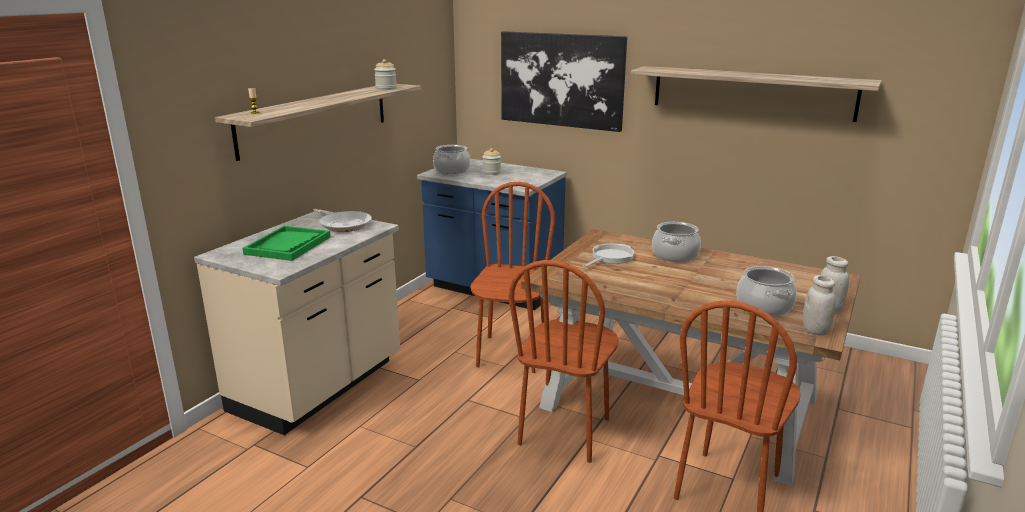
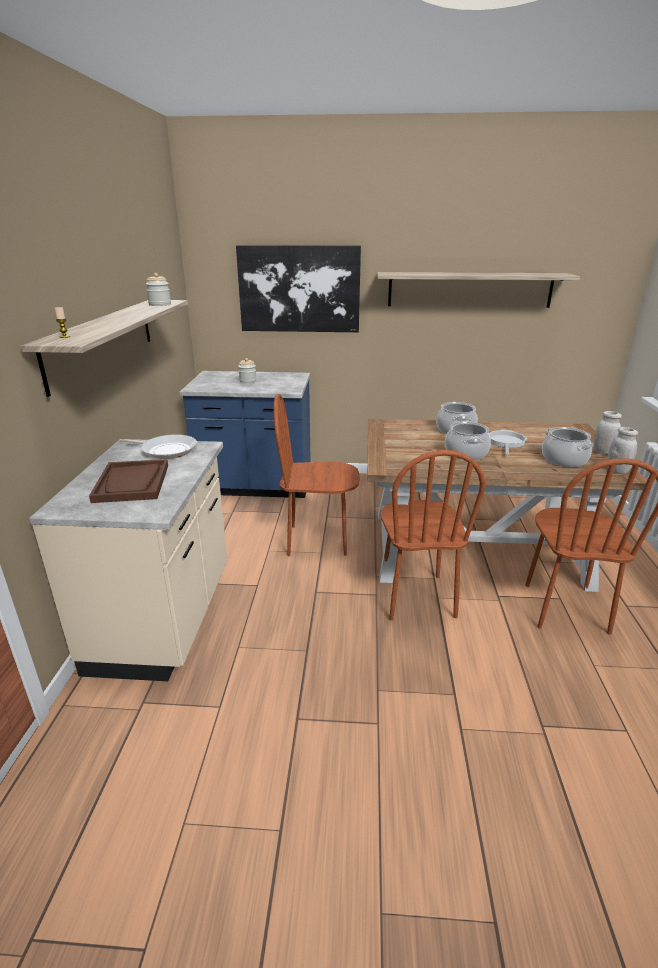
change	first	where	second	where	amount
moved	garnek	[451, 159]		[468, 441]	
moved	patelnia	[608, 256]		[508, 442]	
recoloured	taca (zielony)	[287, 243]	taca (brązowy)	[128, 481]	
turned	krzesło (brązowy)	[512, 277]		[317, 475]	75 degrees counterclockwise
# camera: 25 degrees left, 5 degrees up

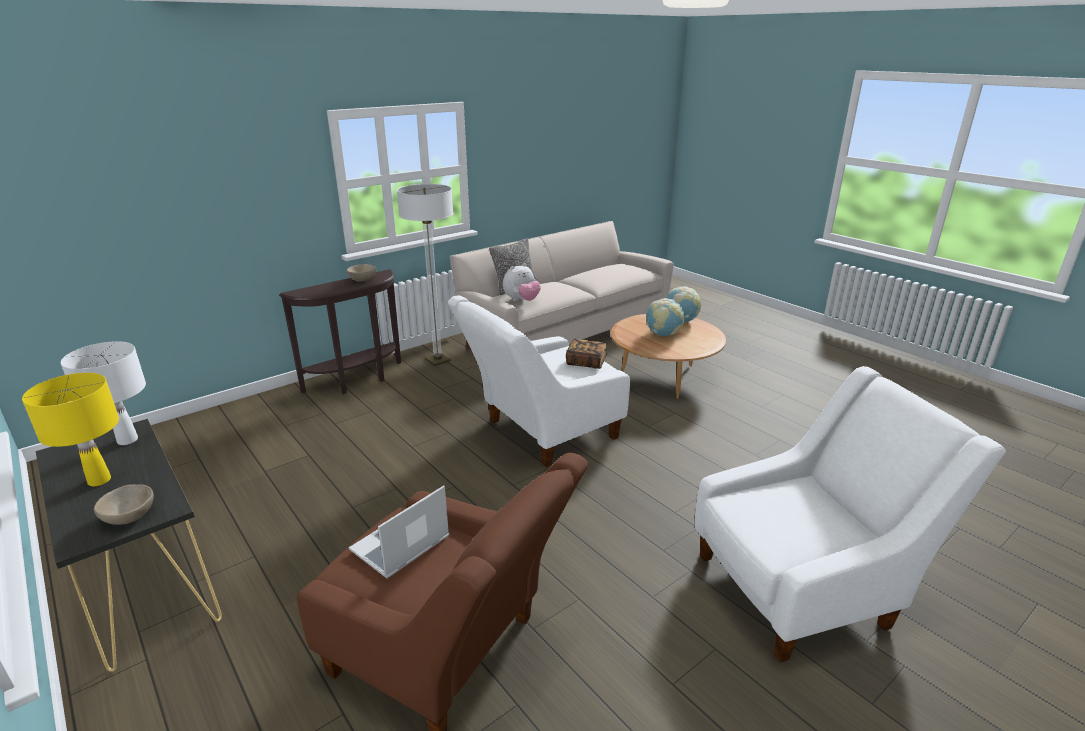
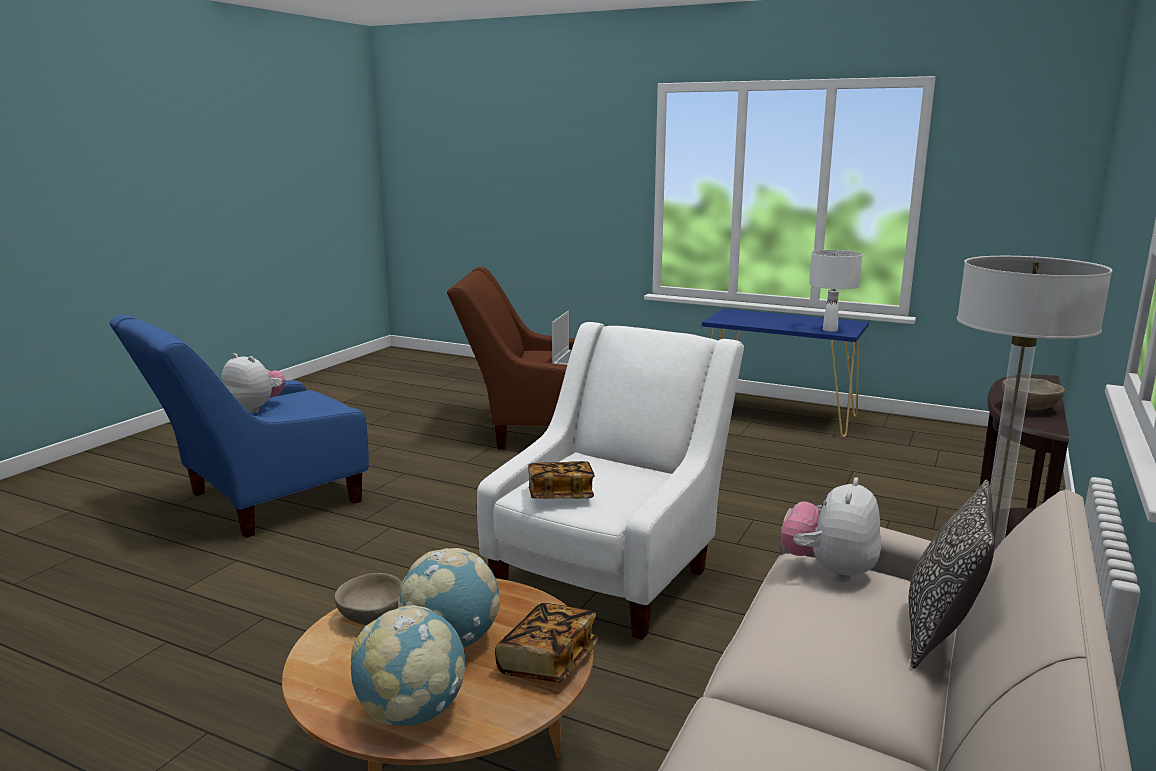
change	first	where	second	where	amount
removed	lampa stołowa (żółty)	[70, 429]			
added			pluszak	[253, 383]	
added			książka	[546, 642]	
moved	miska (beżowy)	[124, 504]		[368, 599]	
recoloured	stolik konsolowy (czarny)	[129, 545]	stolik konsolowy (niebieski)	[785, 373]	
recoloured	fotel (biały)	[850, 514]	fotel (niebieski)	[239, 426]	
# camera: 155 degrees right, 10 degrees down

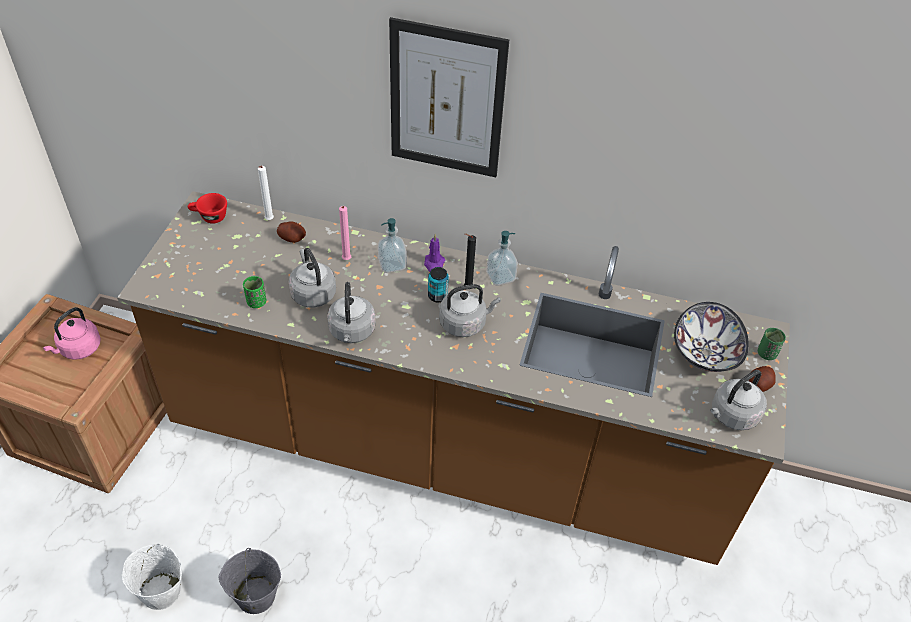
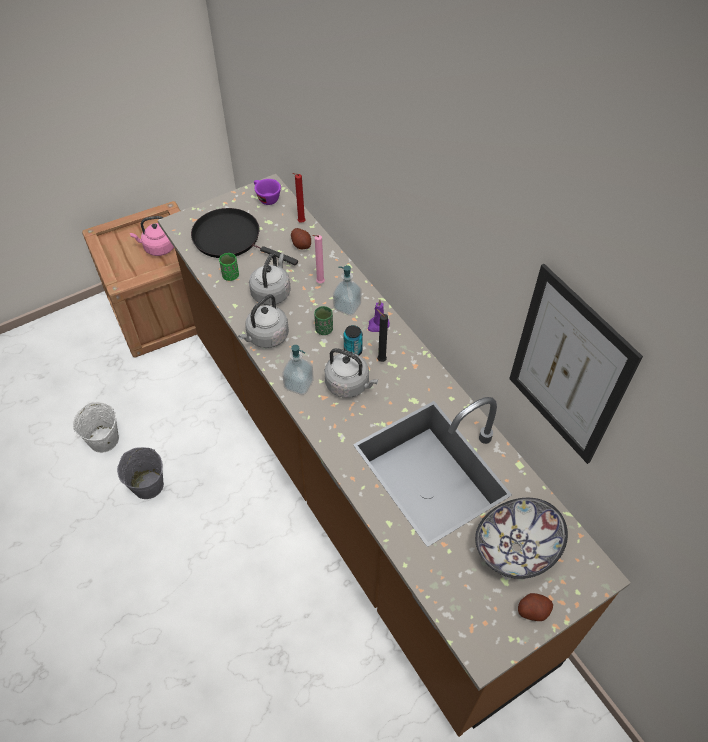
change	first	where	second	where	amount
removed	czajnik (szary)	[738, 400]			
added			patelnia (czarny)	[244, 237]	
moved	obraz	[449, 97]		[576, 364]	
moved	dozownik mydła	[502, 258]		[298, 370]	
moved	filiżanka (zielony)	[772, 344]		[323, 320]	
recoloured	filiżanka (czerwony)	[207, 208]	filiżanka (fioletowy)	[267, 192]	
recoloured	świeca (biały)	[266, 193]	świeca (czerwony)	[299, 198]	
# camera: 45 degrees right, 5 degrees up

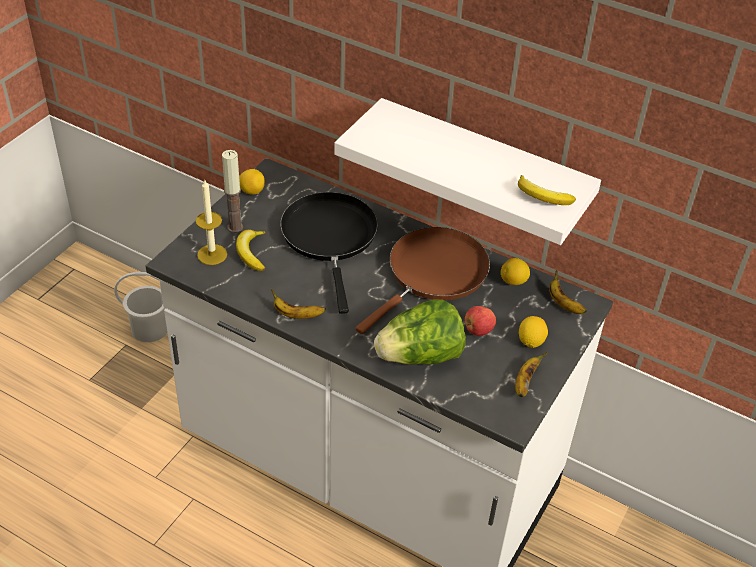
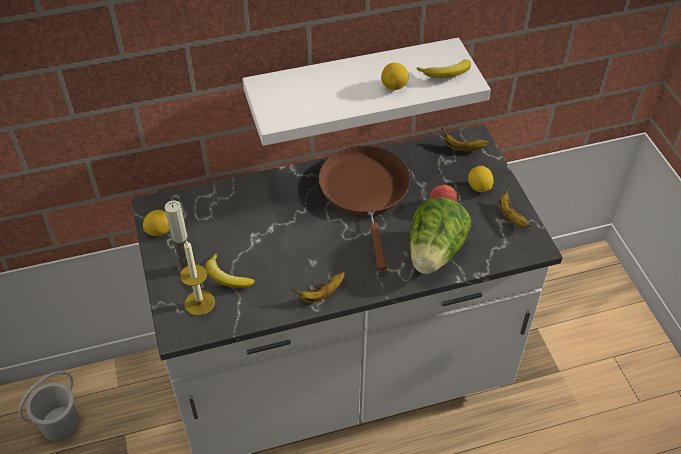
change	first	where	second	where	amount
removed	patelnia (czarny)	[329, 253]			
moved	cytryna	[515, 271]		[395, 76]	
# camera: 45 degrees left, 5 degrees up

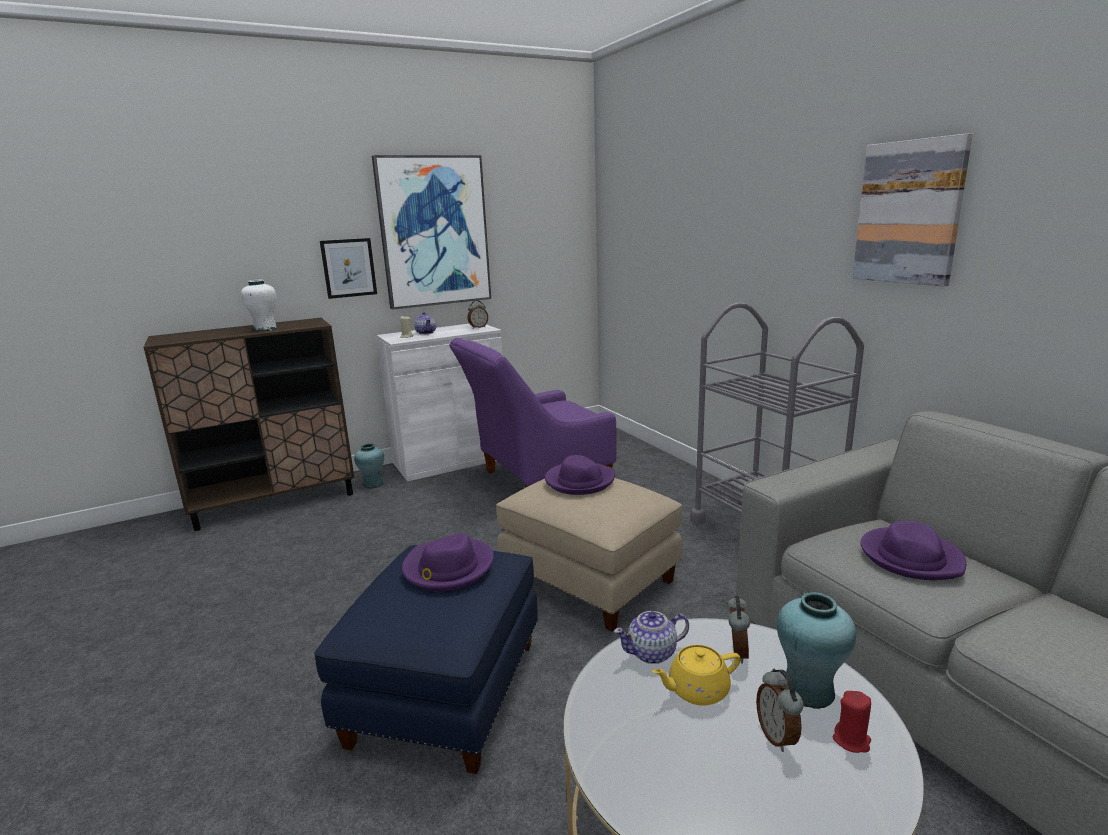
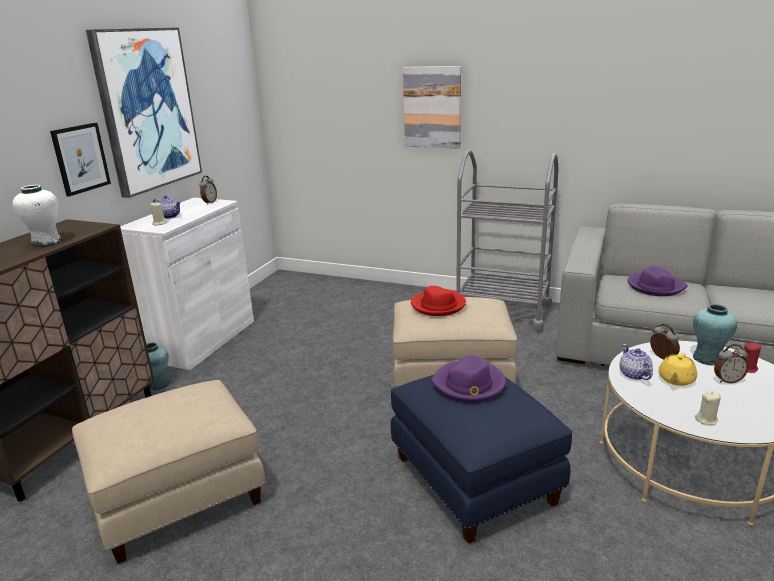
change	first	where	second	where	amount
removed	fotel (fioletowy)	[533, 413]			
added			pufa (beżowy)	[168, 472]	
added			świeca (beżowy)	[708, 408]	
moved	obraz	[912, 210]		[432, 107]	
recoloured	kapelusz (fioletowy)	[580, 475]	kapelusz (czerwony)	[438, 301]	
turned	imbryk	[651, 637]		[636, 362]	135 degrees clockwise
turned	budzik	[780, 710]		[731, 363]	45 degrees counterclockwise
# camera: 40 degrees left, 5 degrees up

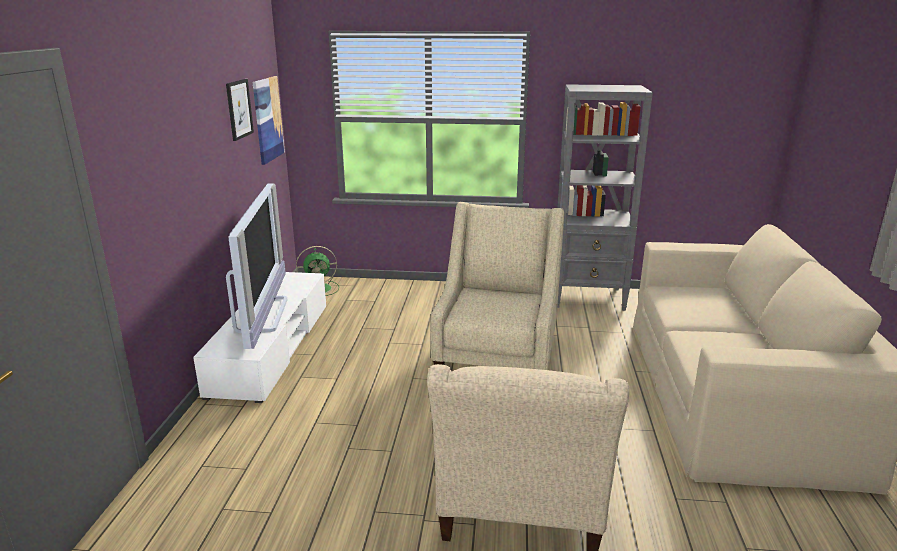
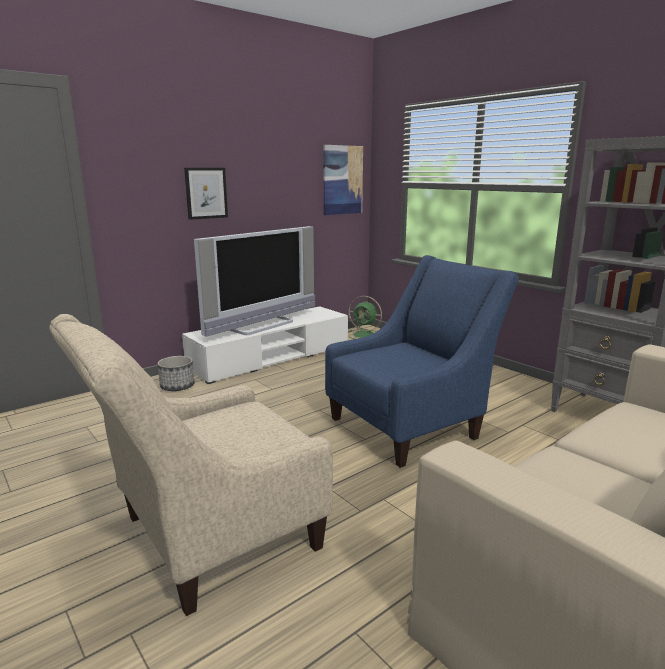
change	first	where	second	where	amount
added			donica	[176, 373]	
moved	obraz	[240, 110]		[206, 194]	
recoloured	fotel (beżowy)	[497, 286]	fotel (niebieski)	[422, 361]	
# camera: 45 degrees right, 5 degrees down

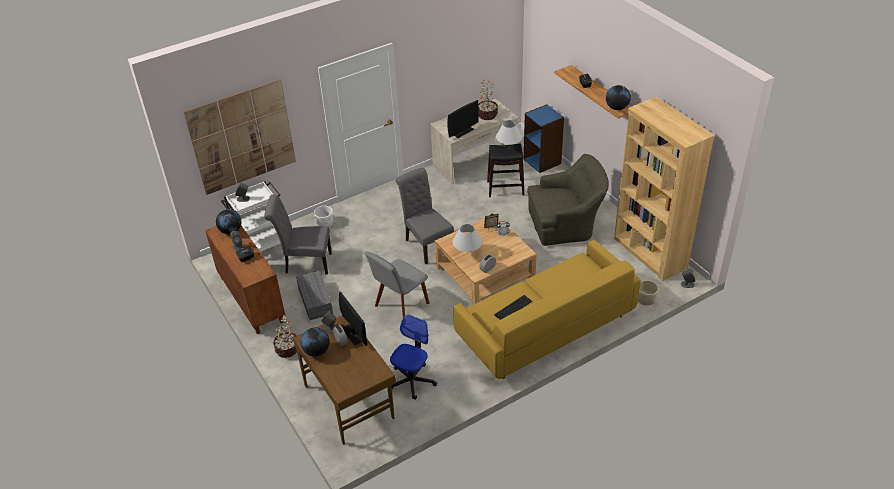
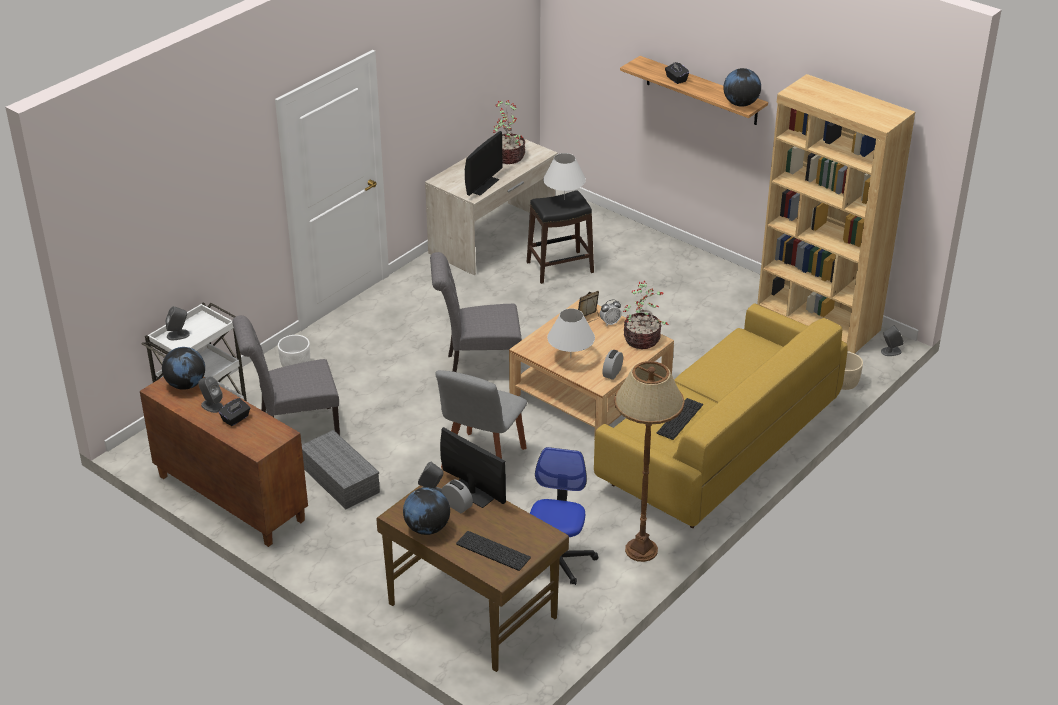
change	first	where	second	where	amount
removed	obraz	[240, 137]			
removed	regał (niebieski)	[544, 138]			
removed	fotel (zielony)	[568, 200]			
added			klawiatura	[493, 551]	
added			lampa stojąca (brązowy)	[649, 461]	
moved	roślina doniczkowa	[285, 336]		[645, 315]	
turned	krzesło (szary)	[425, 216]		[476, 312]	45 degrees counterclockwise
# camera: 20 degrees left, 5 degrees down

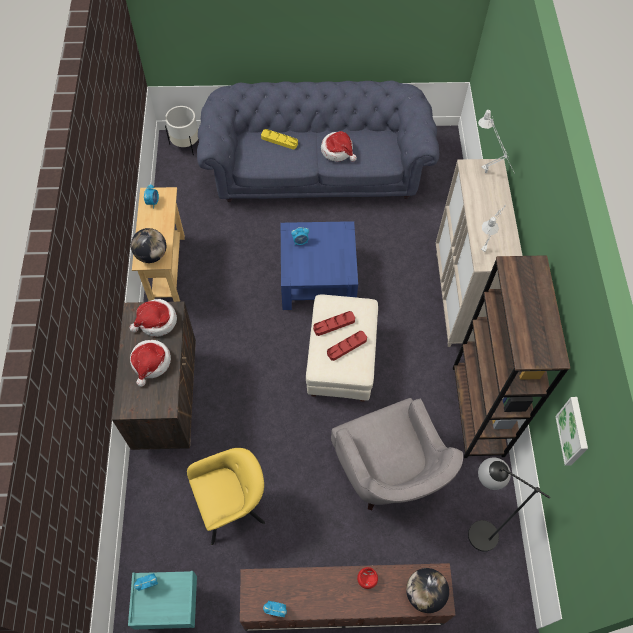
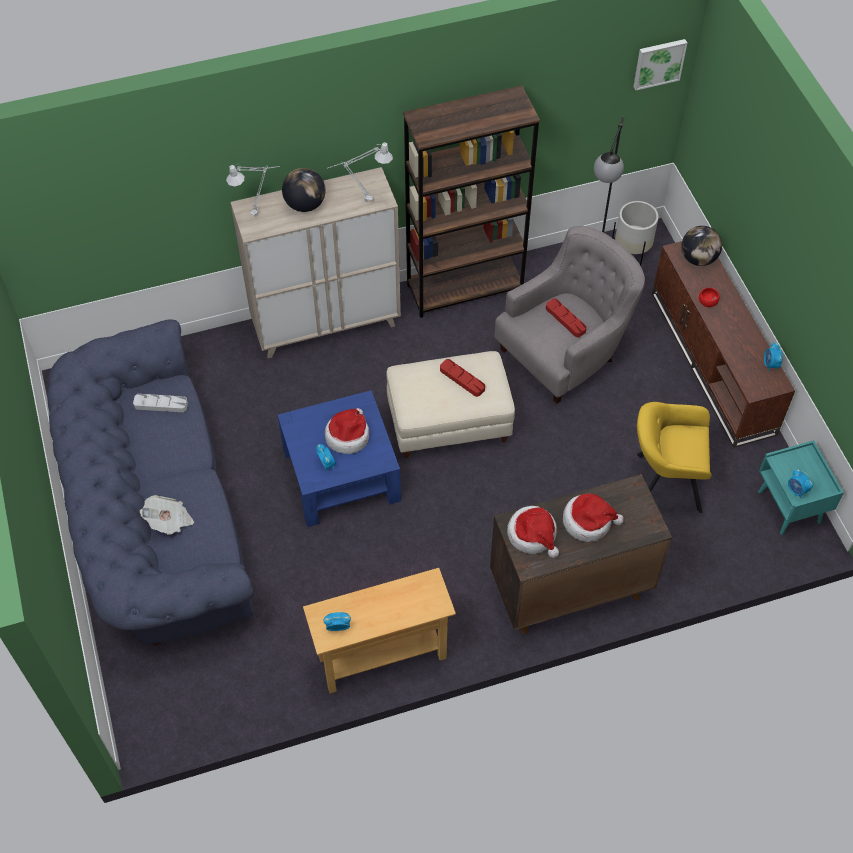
change	first	where	second	where	amount
added			taca (szary)	[160, 403]	
moved	globus	[148, 245]		[304, 190]	
moved	donica (biały)	[181, 130]		[635, 233]	
moved	taca (czerwony)	[334, 323]		[566, 317]	
moved	kapelusz	[339, 146]		[347, 431]	
moved	obraz	[571, 431]		[660, 64]	
replaced	taca (żółty)	[279, 139]	gazeta	[167, 515]	
turned	fotel (żółty)	[226, 496]		[674, 457]	45 degrees counterclockwise
# camera: 105 degrees left, 5 degrees down

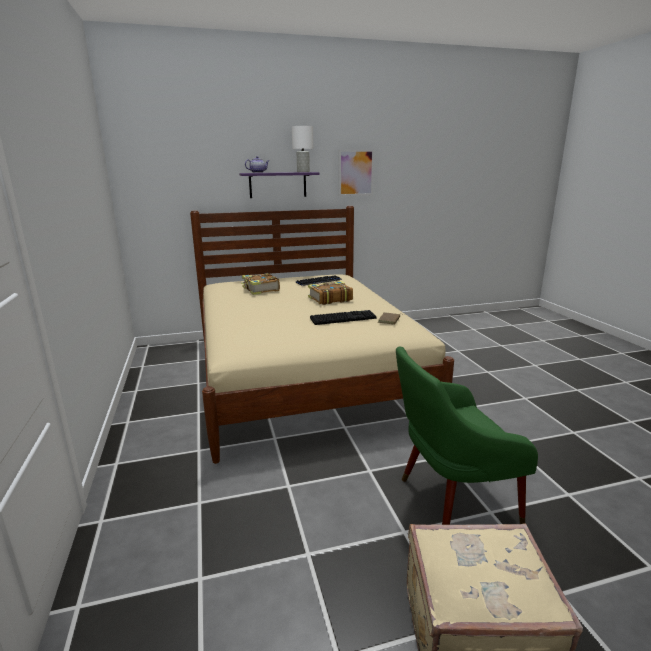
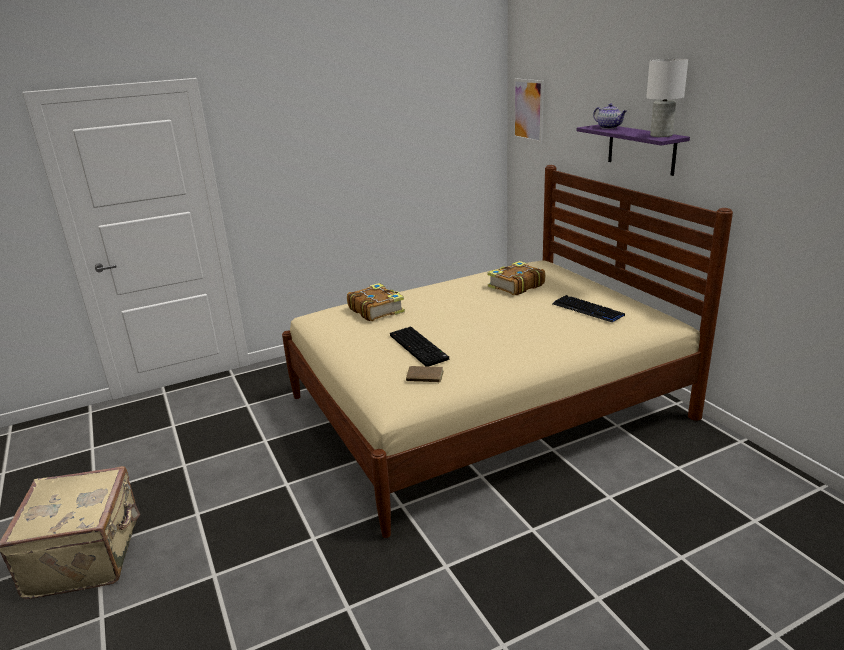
change	first	where	second	where	amount
removed	fotel (zielony)	[467, 435]			
moved	książka	[330, 293]		[376, 302]	
moved	obraz	[356, 173]		[528, 110]	
# camera: 80 degrees right, 5 degrees up

